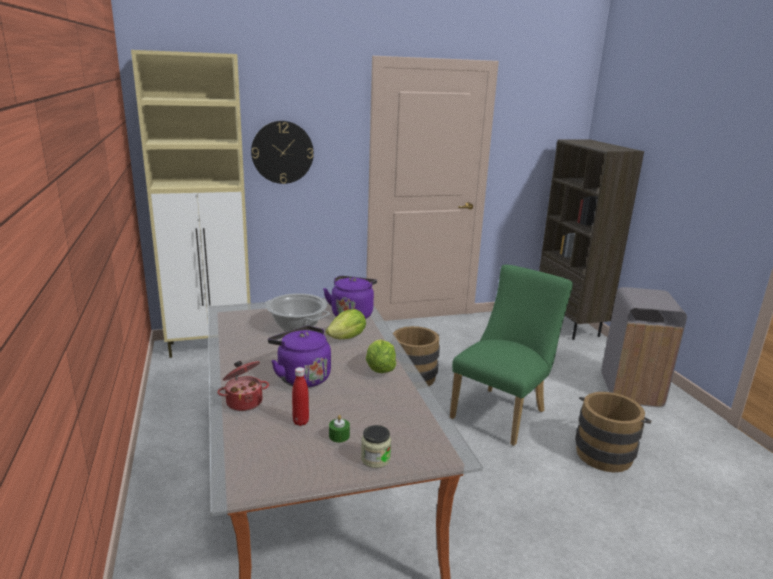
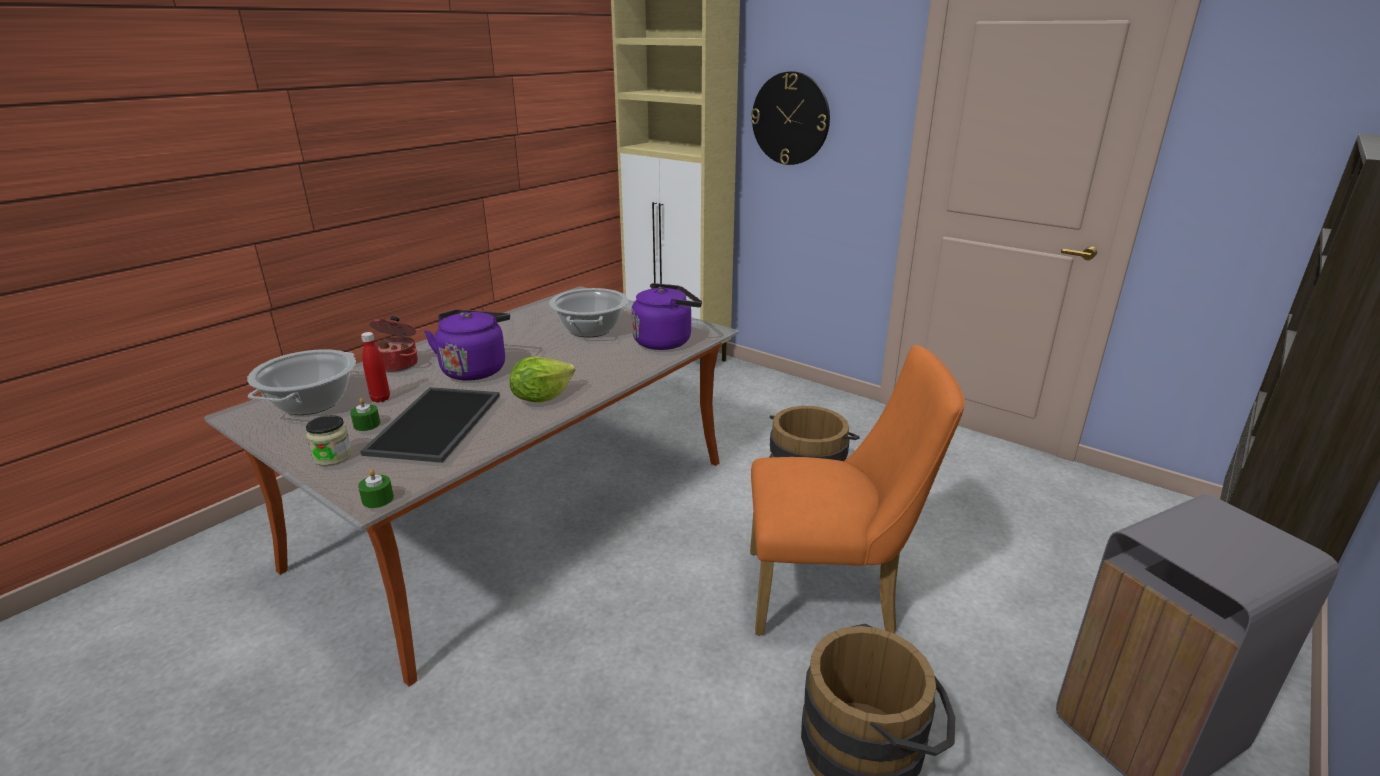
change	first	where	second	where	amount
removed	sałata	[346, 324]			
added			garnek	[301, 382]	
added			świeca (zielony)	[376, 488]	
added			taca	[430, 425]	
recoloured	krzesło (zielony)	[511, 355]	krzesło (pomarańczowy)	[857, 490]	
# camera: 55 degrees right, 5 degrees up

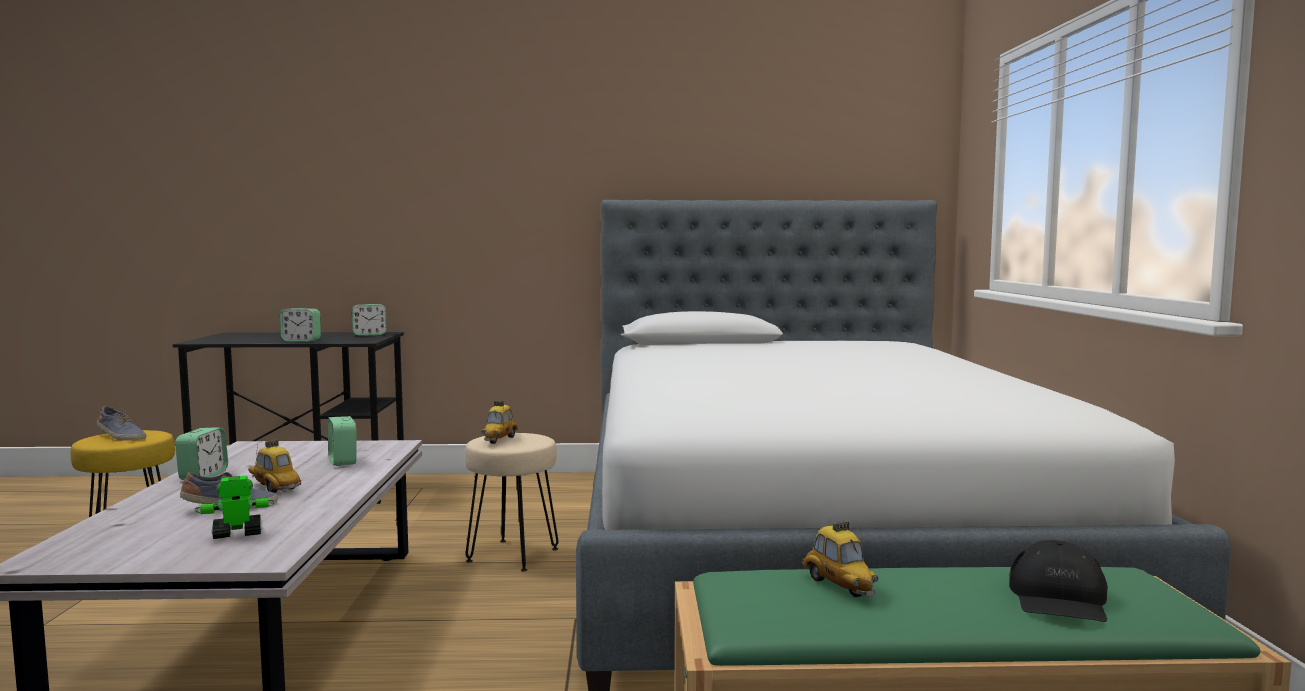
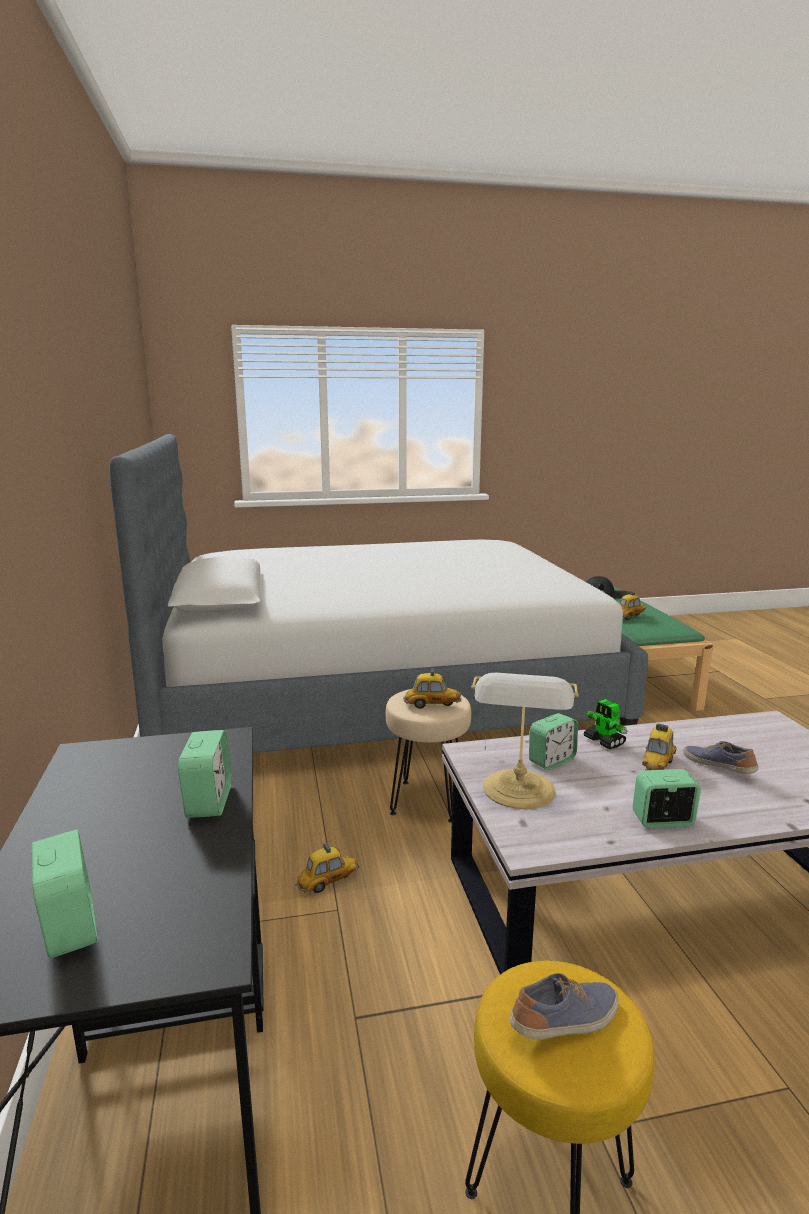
change	first	where	second	where	amount
added			samochodzik	[327, 867]	
added			lampa stołowa	[525, 741]	
moved	robot zabawkowy	[235, 507]		[606, 724]	
moved	budzik	[369, 320]		[65, 893]	
turned	but	[121, 423]		[564, 1006]	45 degrees clockwise
# camera: 100 degrees left, 10 degrees up

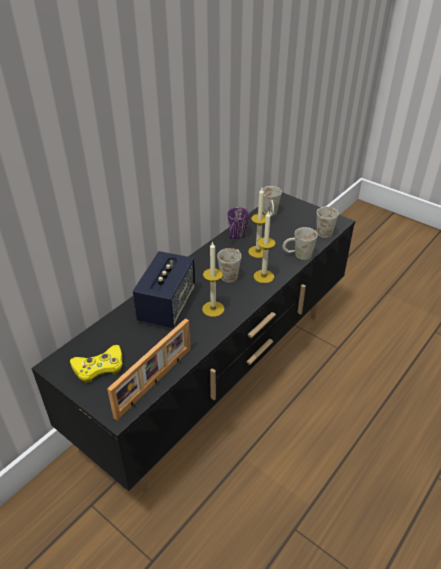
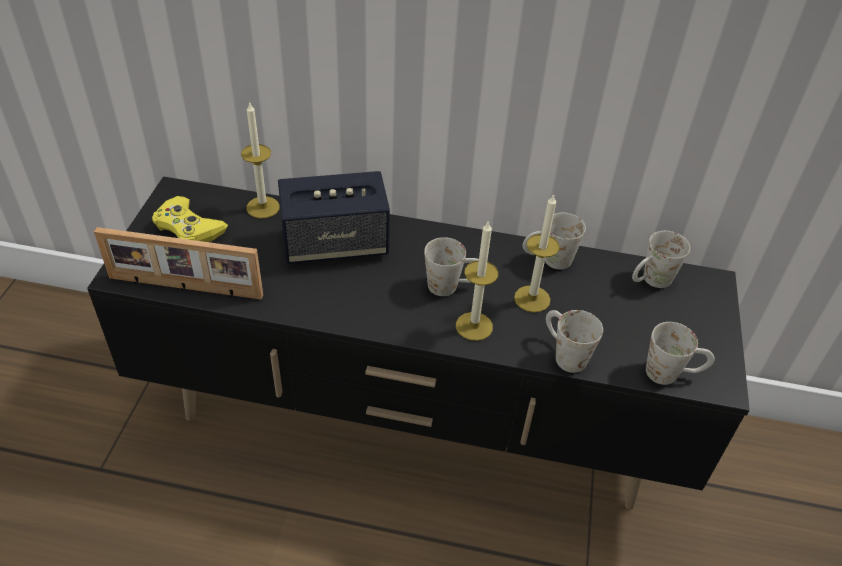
change	first	where	second	where	amount
moved	świeca	[213, 279]		[260, 159]	
recoloured	kubek (fioletowy)	[238, 223]	kubek (biały)	[554, 241]	
# camera: 60 degrees right, 5 degrees up

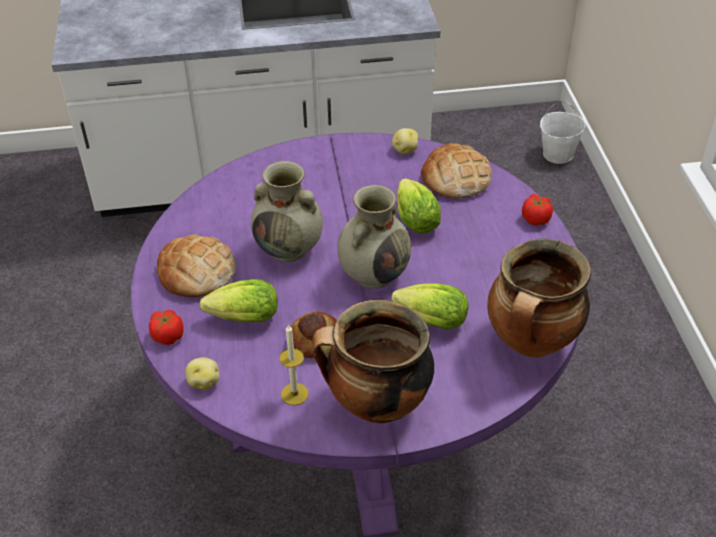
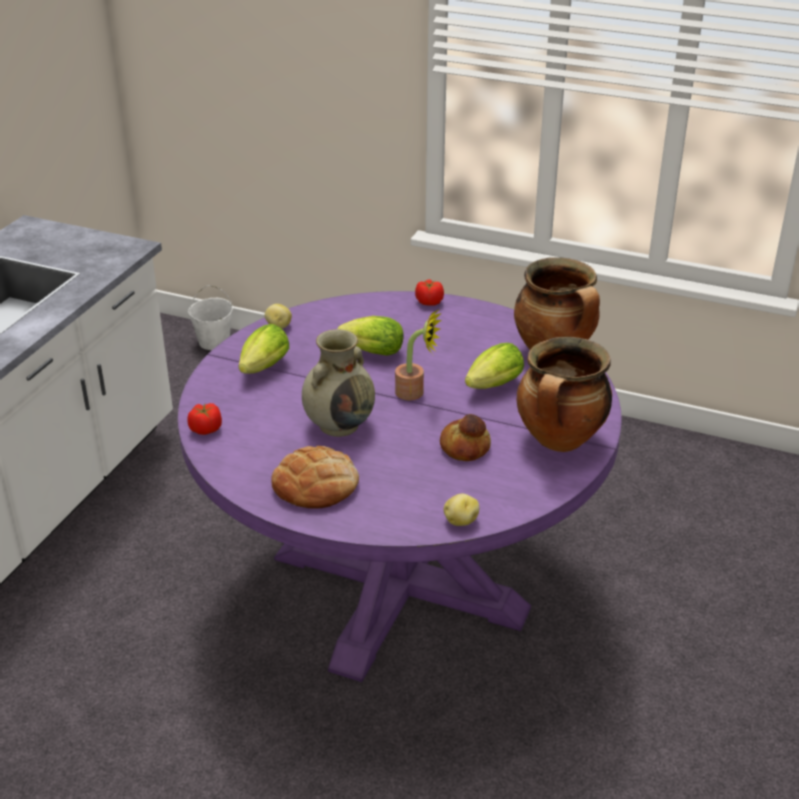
change	first	where	second	where	amount
removed	świeca	[294, 364]			
removed	chleb	[456, 170]			
moved	pomidor	[166, 327]		[204, 419]	
moved	sałata	[239, 300]		[263, 349]	
replaced	wazon (beżowy)	[374, 237]	roślina doniczkowa	[418, 355]	
# camera: 60 degrees left, 10 degrees down

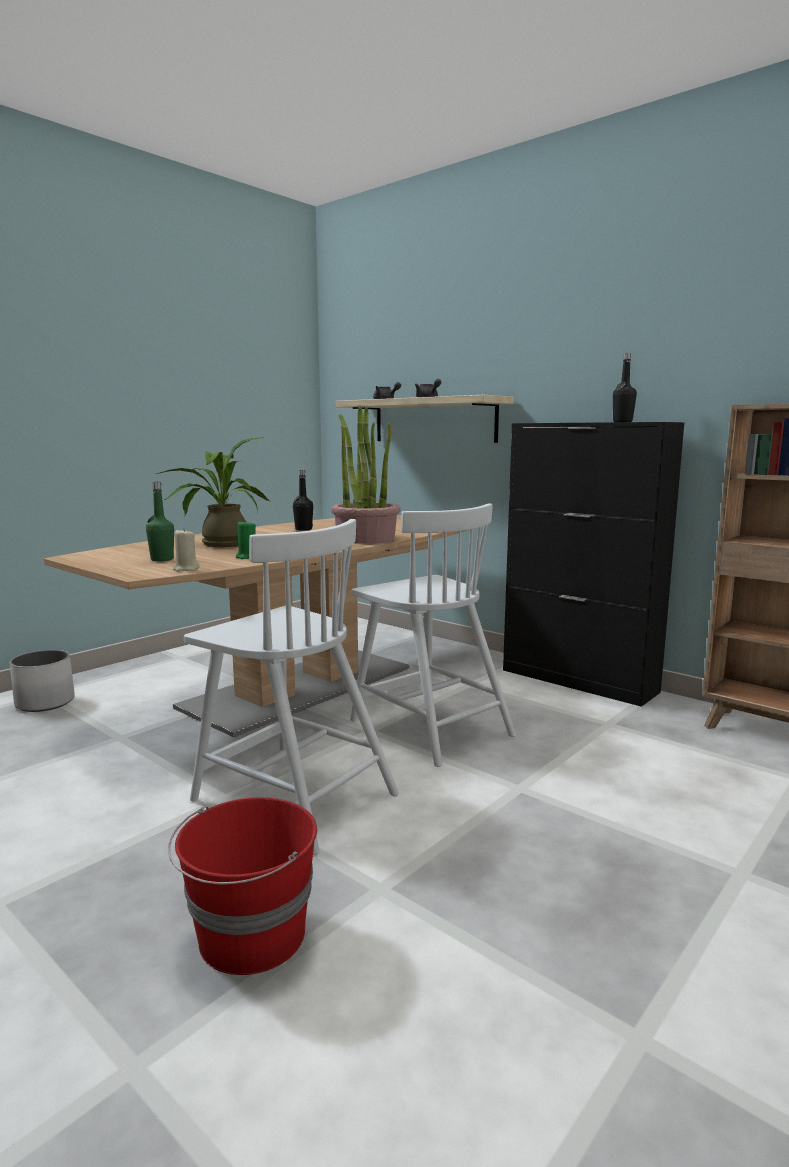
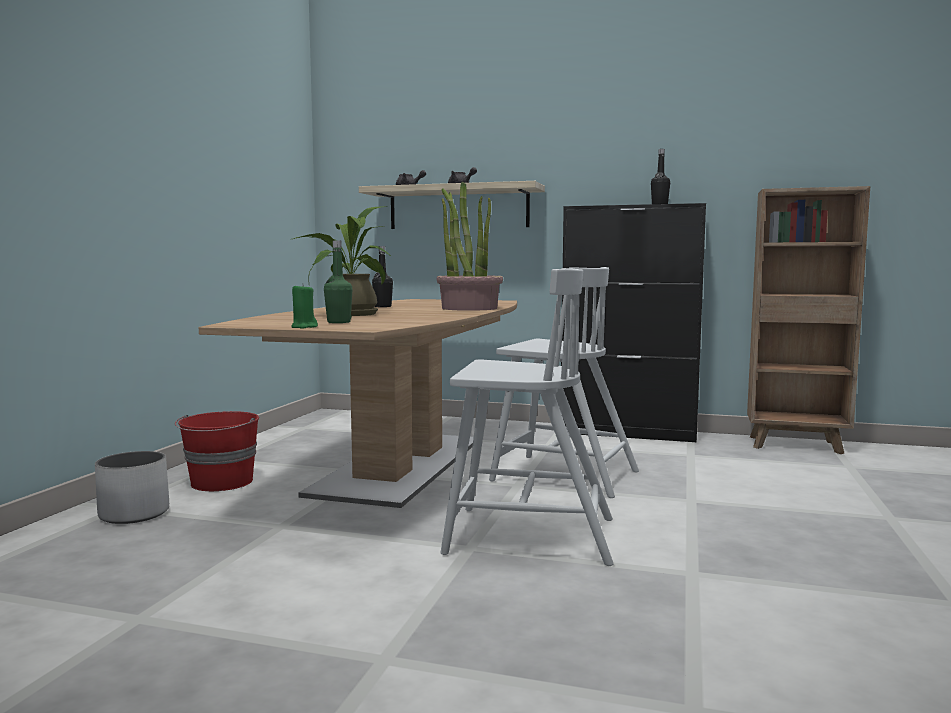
change	first	where	second	where	amount
removed	świeca (beżowy)	[186, 550]			
moved	wiadro (czerwony)	[242, 886]		[217, 451]	
moved	świeca (zielony)	[246, 540]		[305, 306]	
# camera: 25 degrees left, 5 degrees down

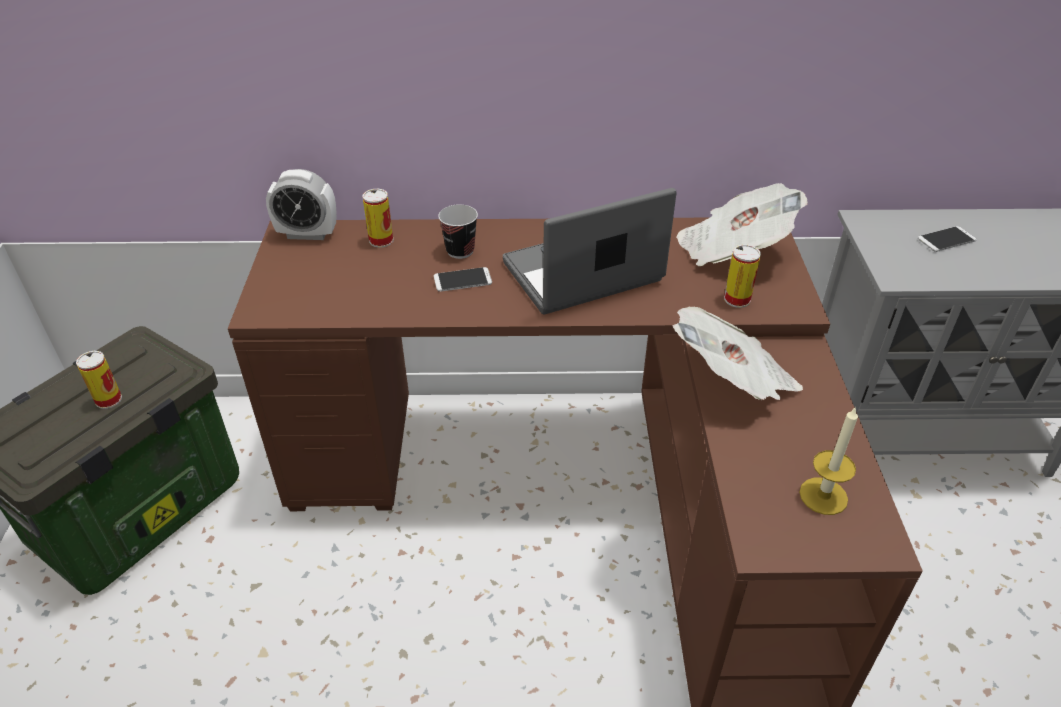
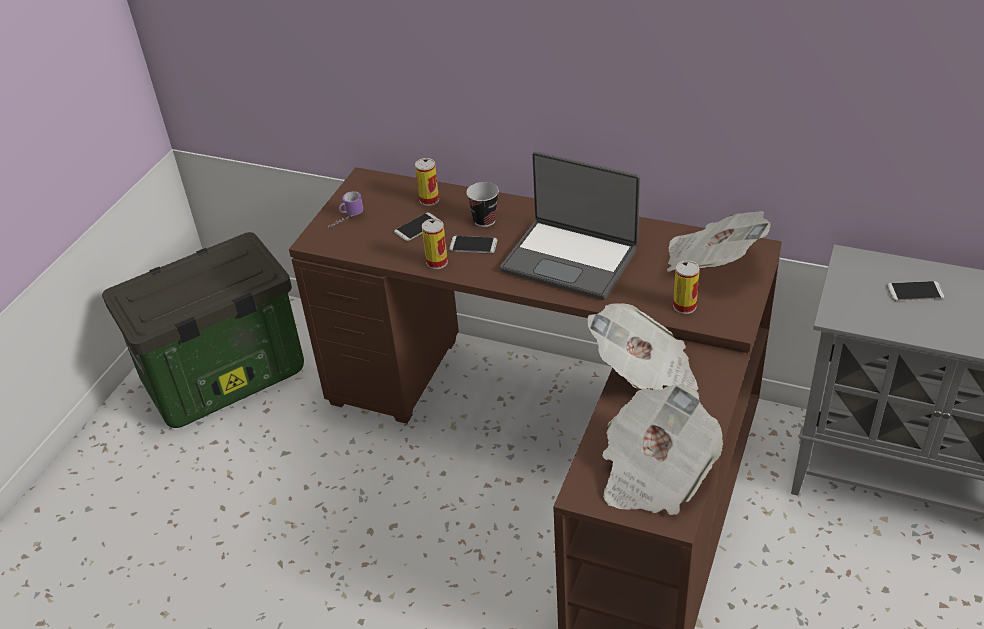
change	first	where	second	where	amount
removed	budzik	[301, 204]			
added			kubek	[345, 209]	
added			telefon	[417, 227]	
moved	puszka	[99, 380]		[435, 244]	
replaced	świeca	[828, 460]	gazeta	[662, 449]	
turned	laptop	[590, 251]		[570, 225]	150 degrees counterclockwise
# camera: 25 degrees right, 0 degrees up

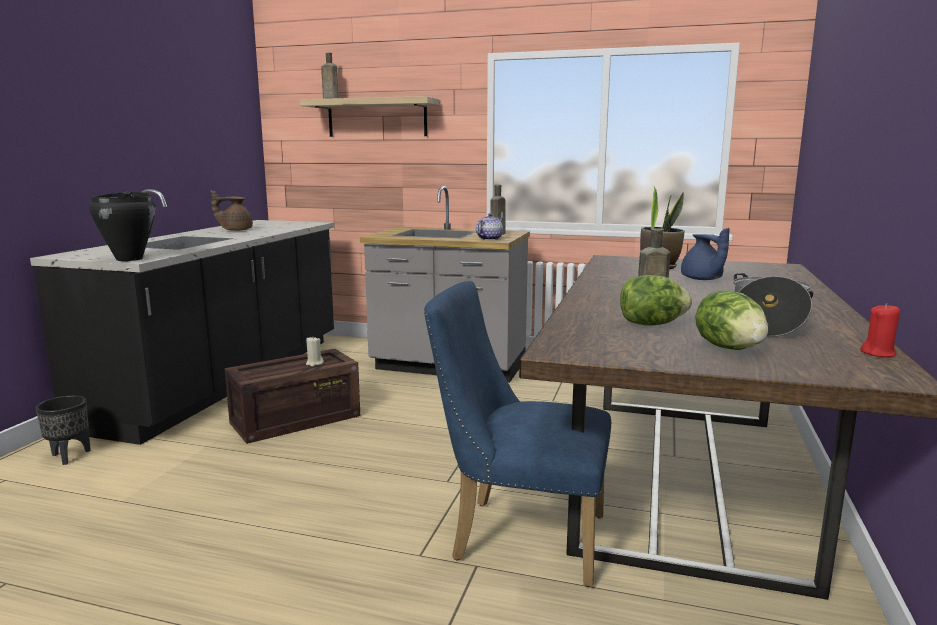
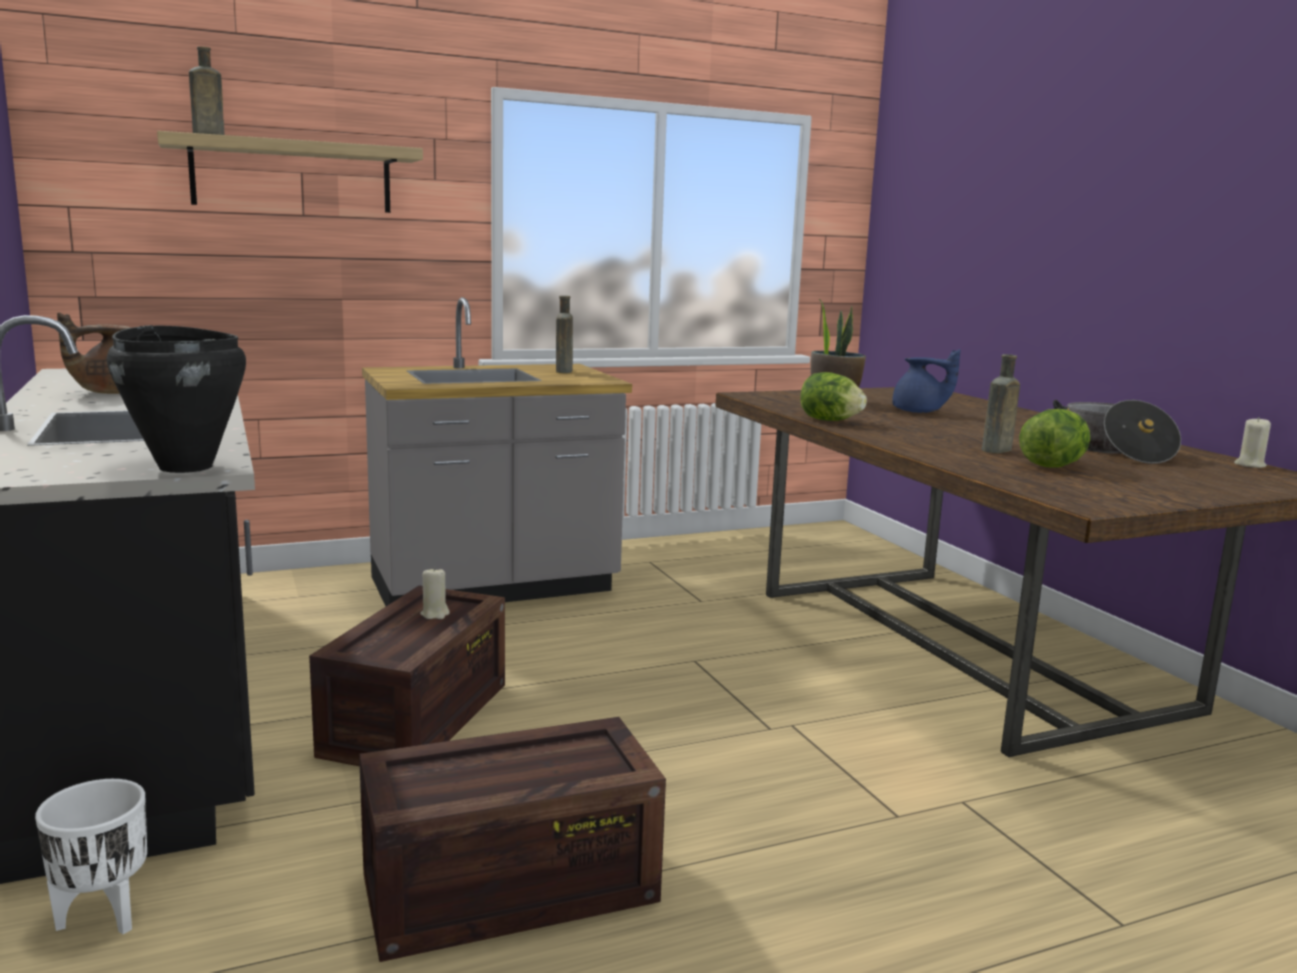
change	first	where	second	where	amount
removed	krzesło (niebieski)	[517, 434]			
removed	imbryk	[489, 226]			
added			skrzynka	[512, 839]	
moved	sałata	[731, 320]		[833, 396]	
recoloured	donica (czarny)	[63, 430]	donica (biały)	[91, 856]	
recoloured	świeca (czerwony)	[880, 330]	świeca (beżowy)	[1252, 442]	
# camera: 40 degrees left, 0 degrees up

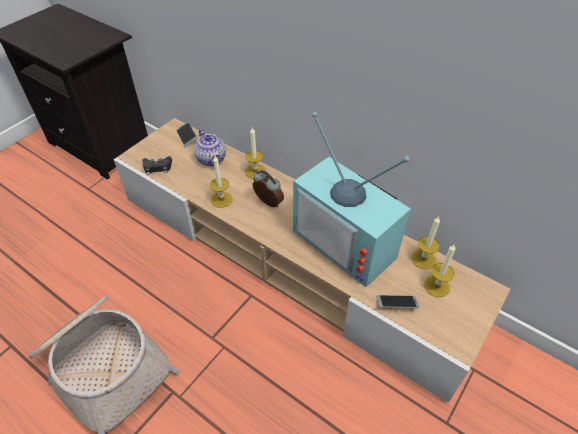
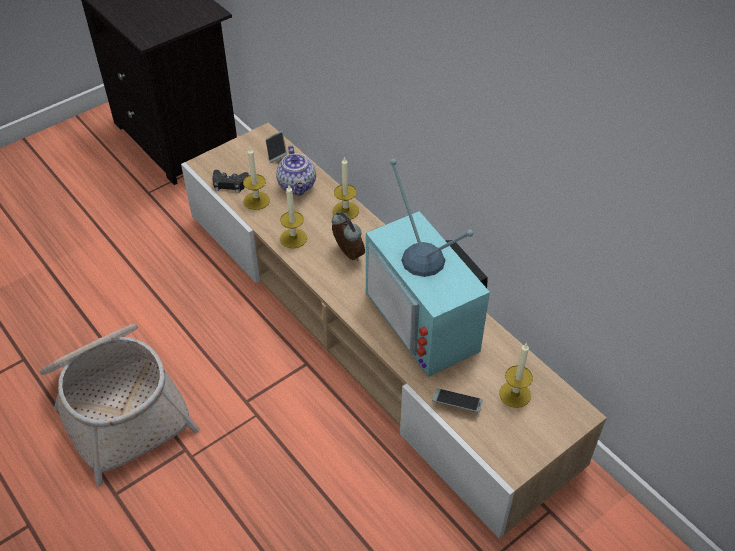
change	first	where	second	where	amount
moved	świeca	[425, 242]		[256, 178]	
# camera: 15 degrees right, 0 degrees up

